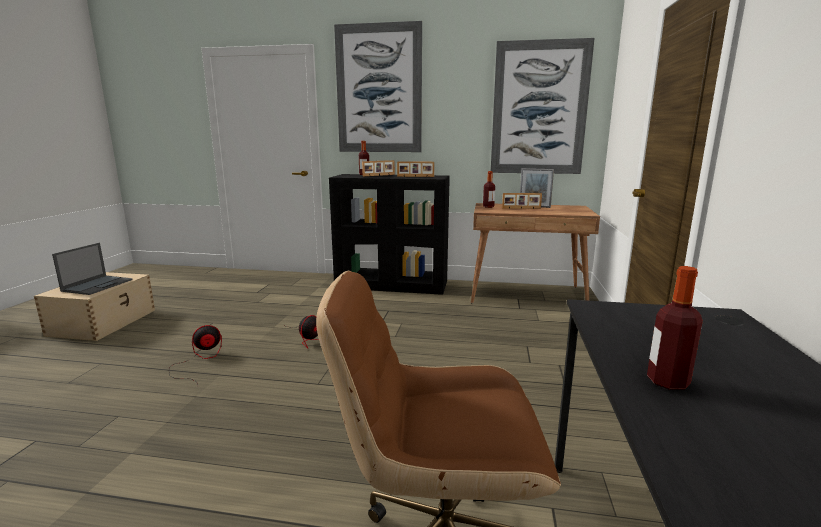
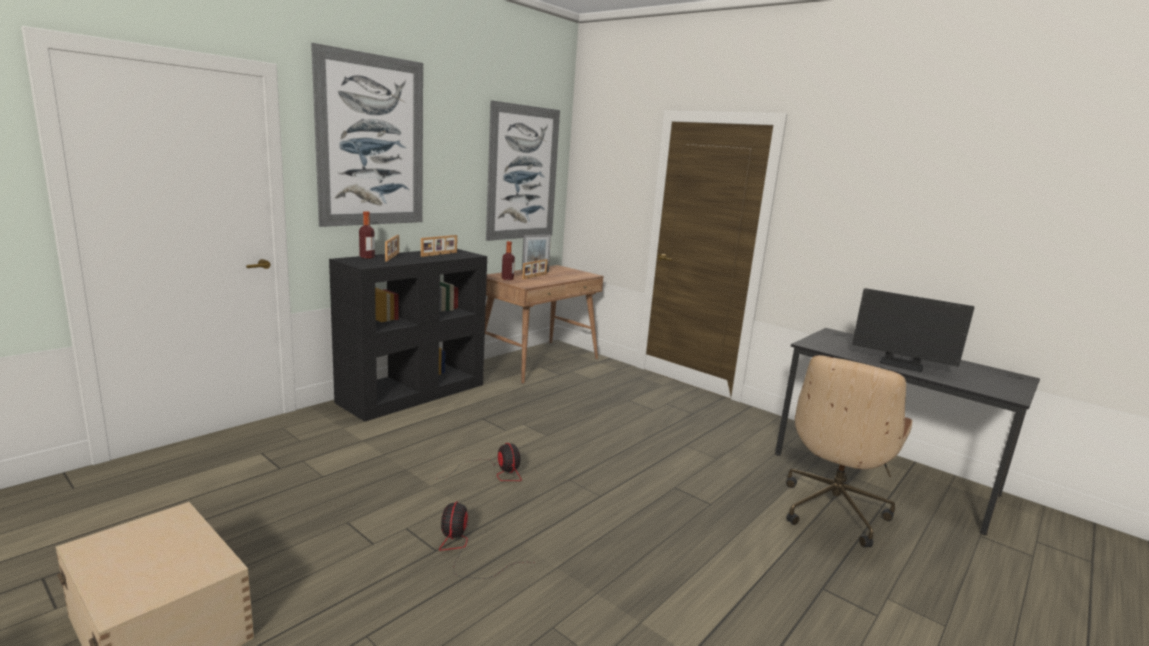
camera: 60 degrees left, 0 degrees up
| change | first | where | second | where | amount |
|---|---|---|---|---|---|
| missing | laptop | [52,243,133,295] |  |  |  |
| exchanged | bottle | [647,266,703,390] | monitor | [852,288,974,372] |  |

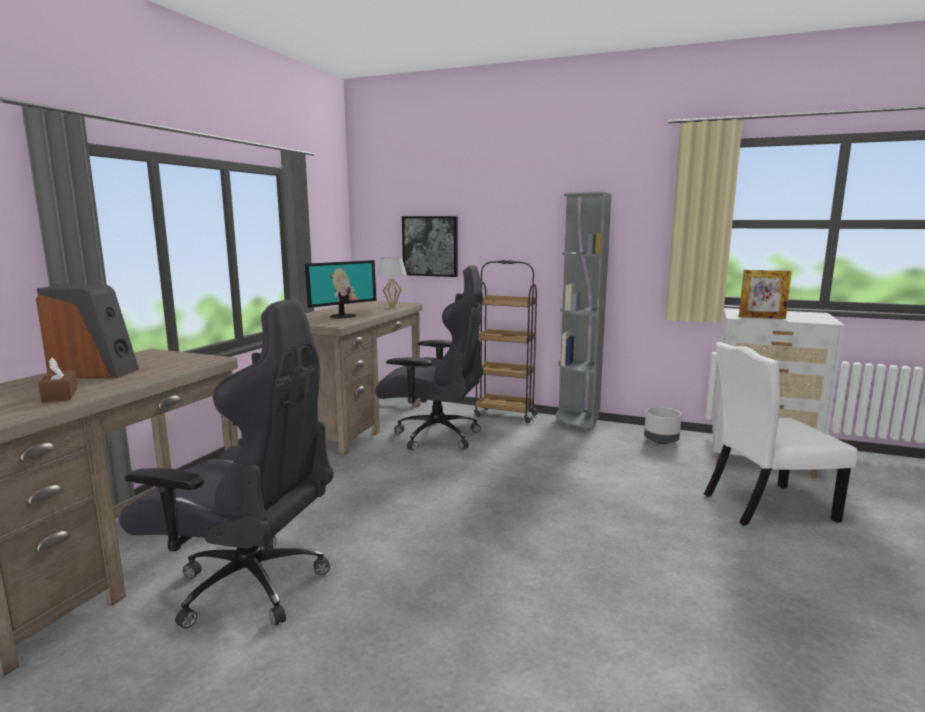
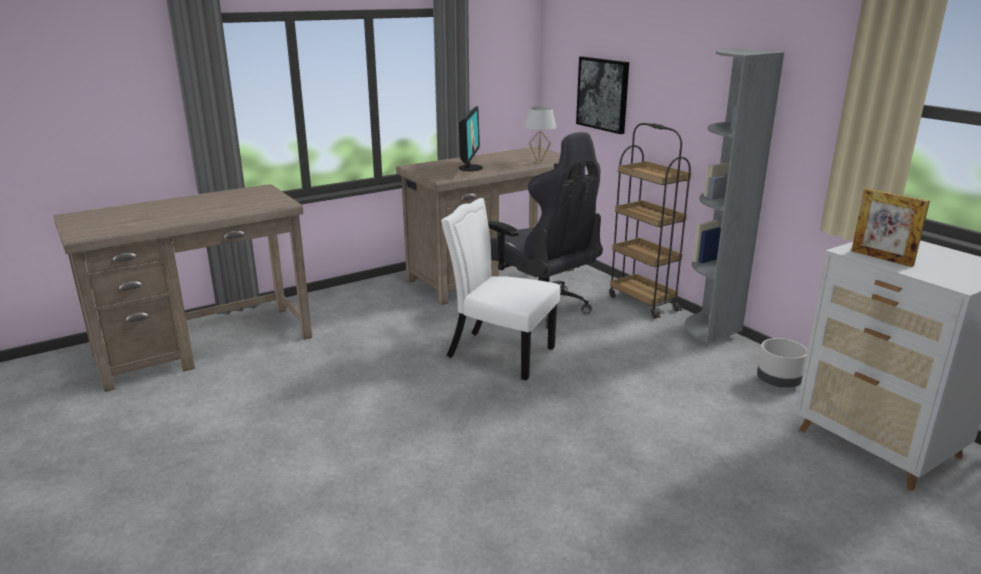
camera: 35 degrees right, 10 degrees up
| change | first | where | second | where | amount |
|---|---|---|---|---|---|
| spun | monitor | [304,260,377,318] |  | [459,106,483,171] | 75 degrees counterclockwise |
| missing | speaker | [36,285,139,378] |  |  |  |
| missing | black office chair | [119,299,334,629] |  |  |  |
| relocated | white chair | [704,342,858,526] |  | [441,198,560,380] |  |
| missing | brown tissue box | [38,358,78,403] |  |  |  |

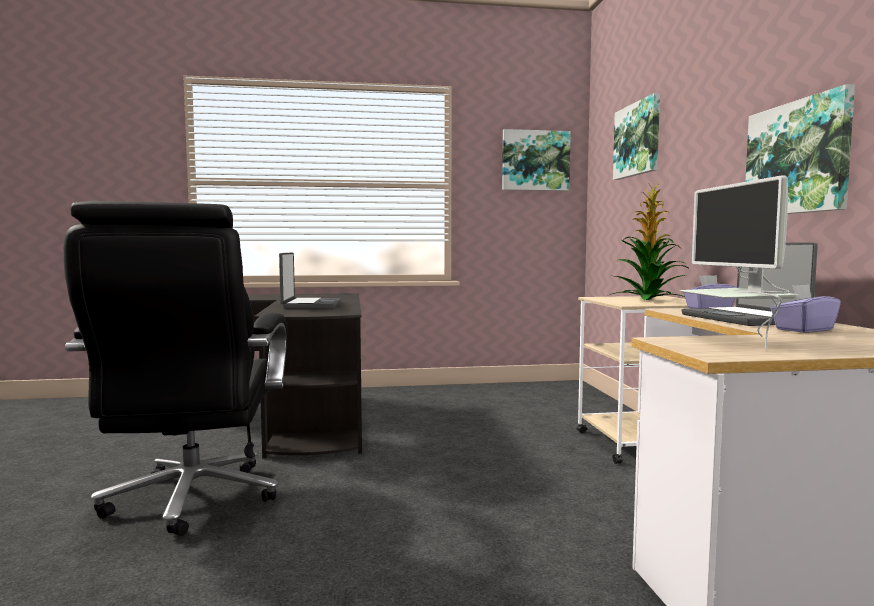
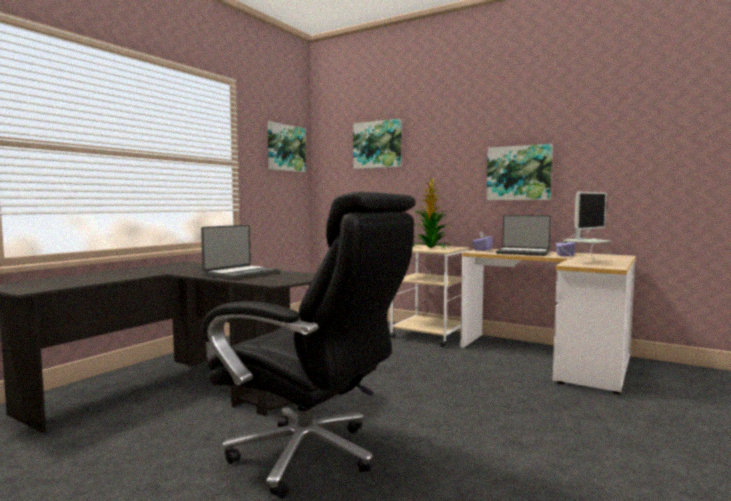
camera: 50 degrees left, 0 degrees up
| change | first | where | second | where | amount |
|---|---|---|---|---|---|
| spun | monitor | [680,175,798,350] |  | [561,192,611,261] | 75 degrees counterclockwise |
| spun | laptop | [279,252,341,309] |  | [201,225,279,280] | 90 degrees clockwise |

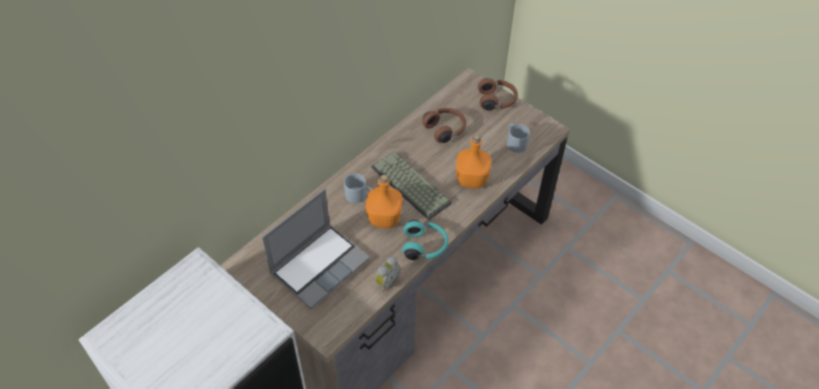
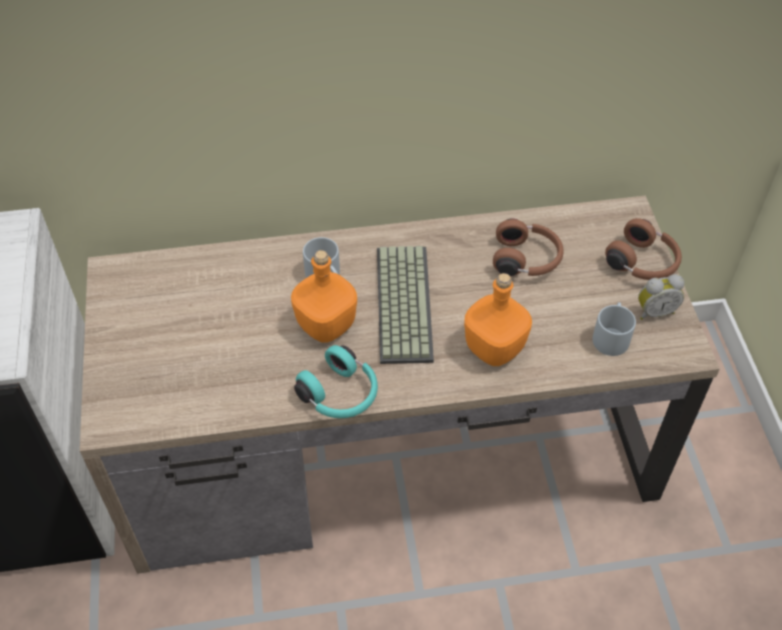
camera: 40 degrees right, 0 degrees up
| change | first | where | second | where | amount |
|---|---|---|---|---|---|
| missing | laptop | [262,189,370,309] |  |  |  |
| relocated | alarm clock | [375,256,401,292] |  | [638,274,684,320] |  |

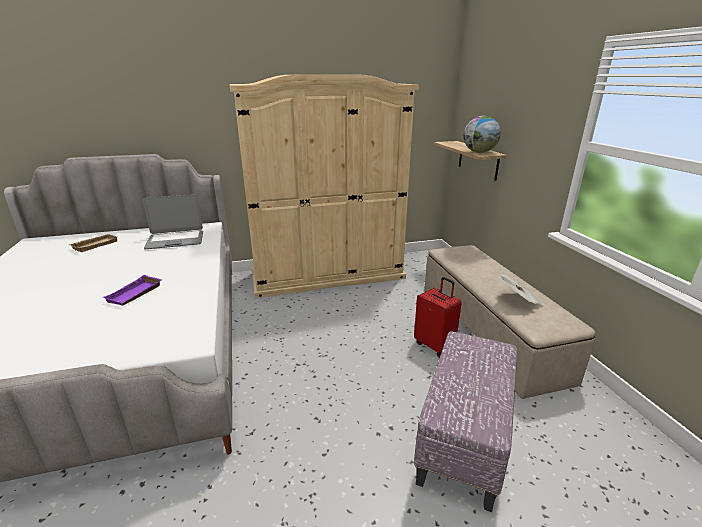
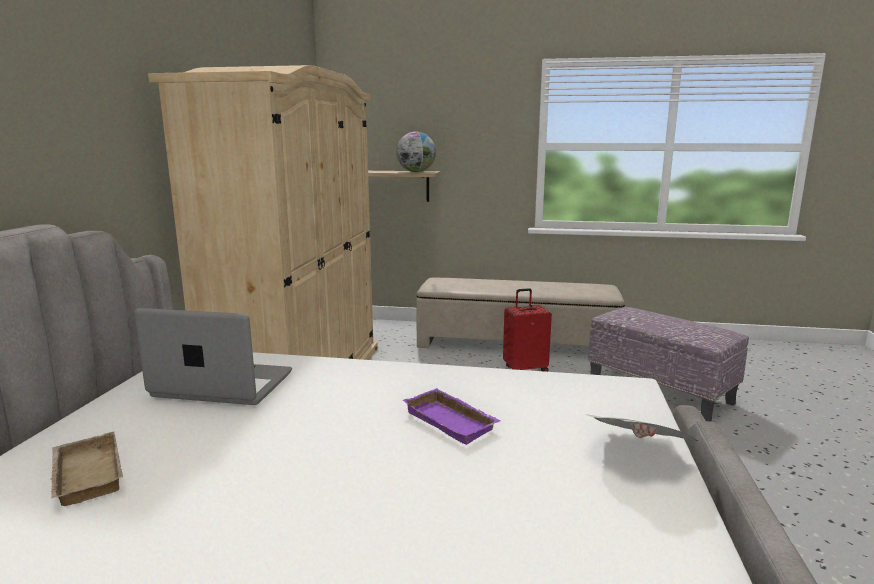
camera: 65 degrees left, 10 degrees down
| change | first | where | second | where | amount |
|---|---|---|---|---|---|
| spun | laptop | [143,194,203,249] |  | [134,308,292,405] | 90 degrees counterclockwise |
| relocated | newspaper | [499,274,545,305] |  | [586,414,698,441] |  |

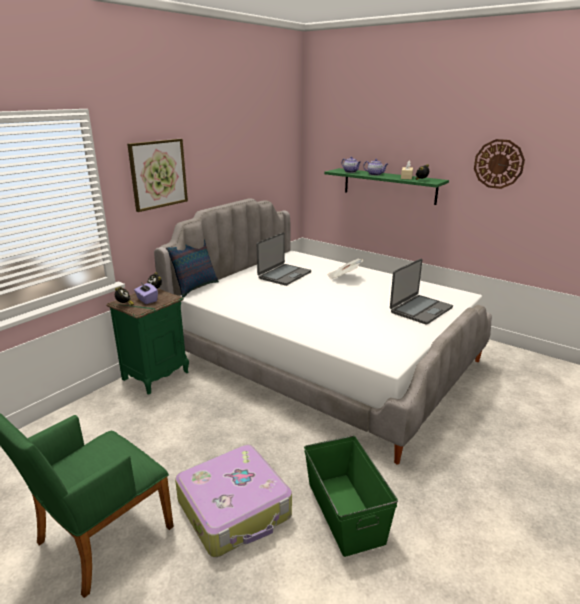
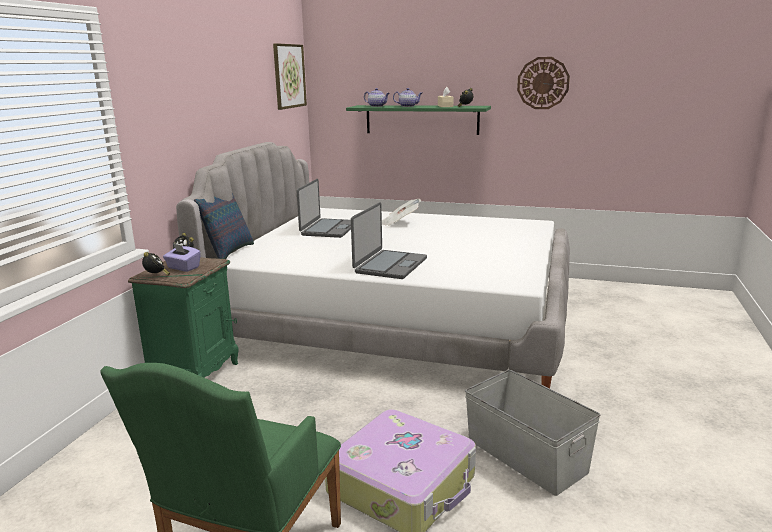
camera: 20 degrees left, 5 degrees down
| change | first | where | second | where | amount |
|---|---|---|---|---|---|
| relocated | picture | [127,139,188,212] |  | [273,43,307,110] |  |
| relocated | laptop | [390,258,453,325] |  | [351,202,427,279] |  |
| colour | green storage box | [304,435,398,557] | grey storage box | [465,370,600,496] |  |

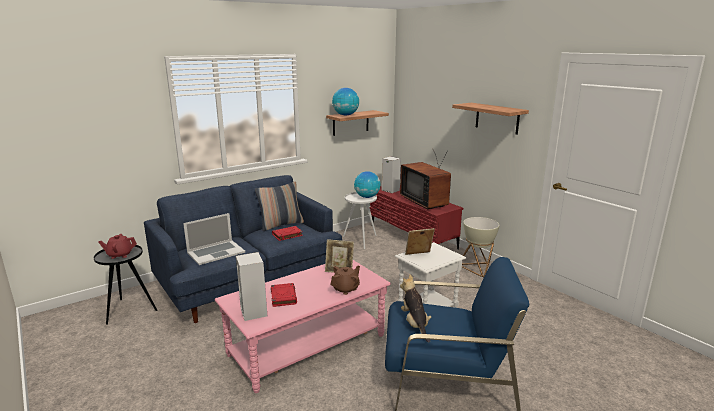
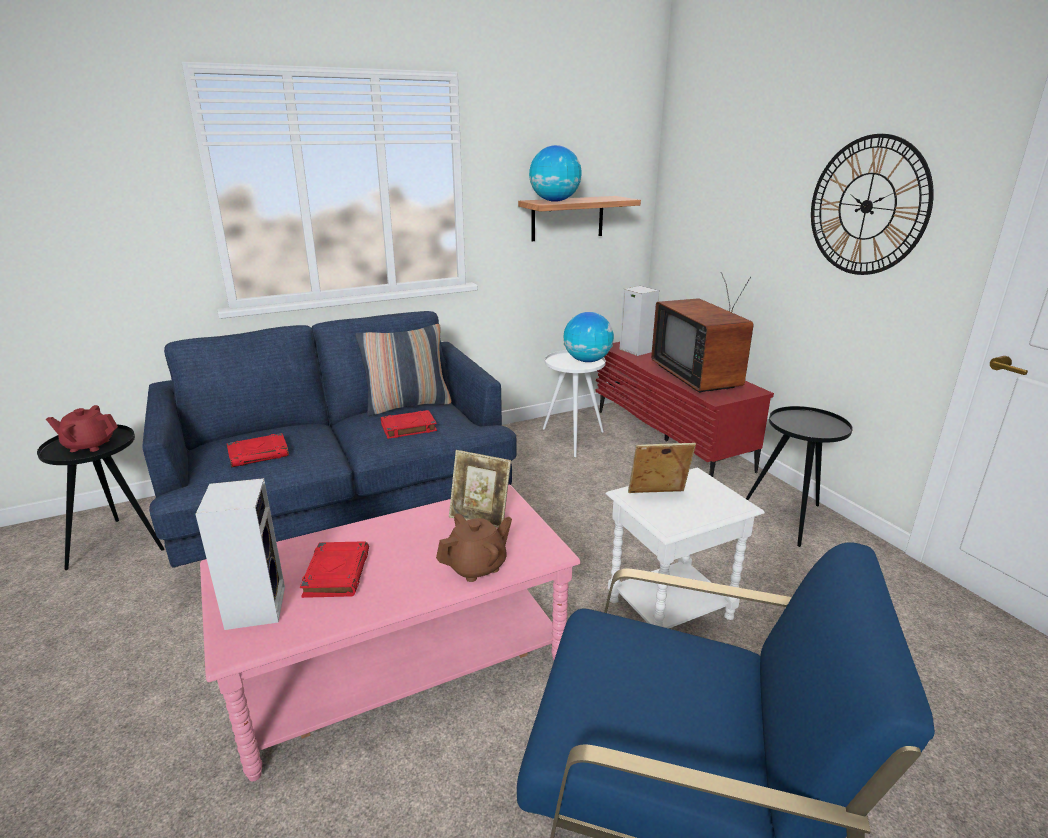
camera: 10 degrees right, 5 degrees up
| change | first | where | second | where | amount |
|---|---|---|---|---|---|
| exchanged | shelf | [452,103,529,135] | wall clock | [811,134,934,275] |  |
| exchanged | laptop | [183,213,245,265] | red book | [227,433,289,467] |  |
| exchanged | planter | [462,217,500,277] | black side table | [746,406,853,547] |  |
| missing | plush toy | [400,274,431,342] |  |  |  |

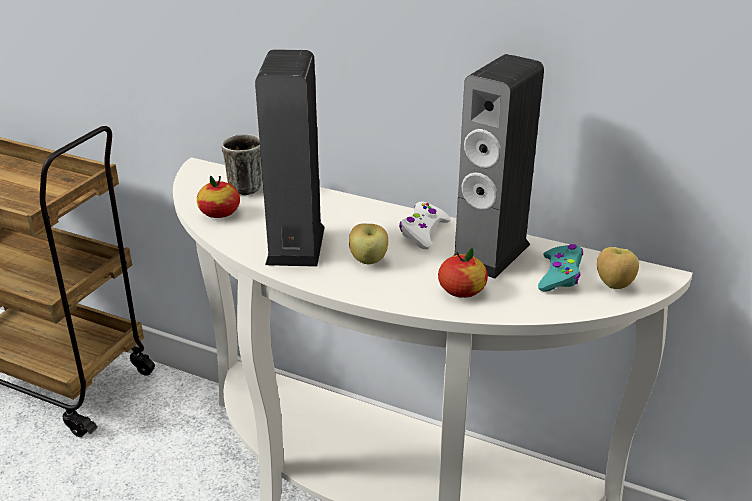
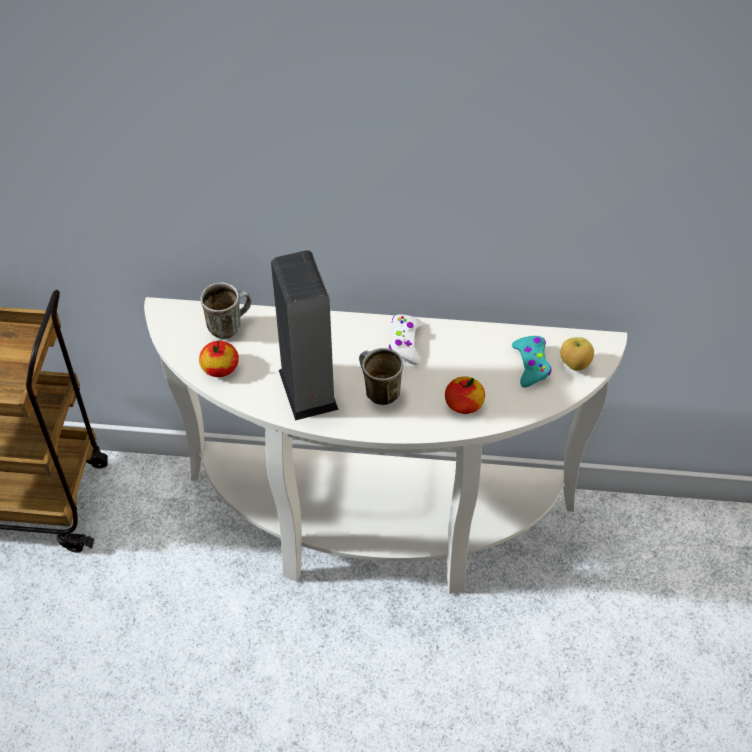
camera: 20 degrees left, 20 degrees up
| change | first | where | second | where | amount |
|---|---|---|---|---|---|
| missing | speaker | [453,54,544,279] |  |  |  |
| exchanged | apple | [349,224,388,264] | mug | [359,348,403,405] |  |

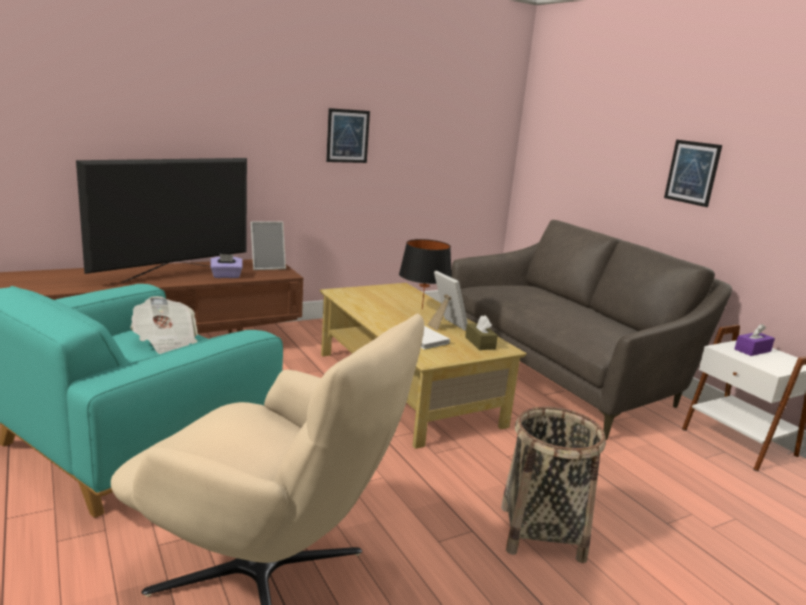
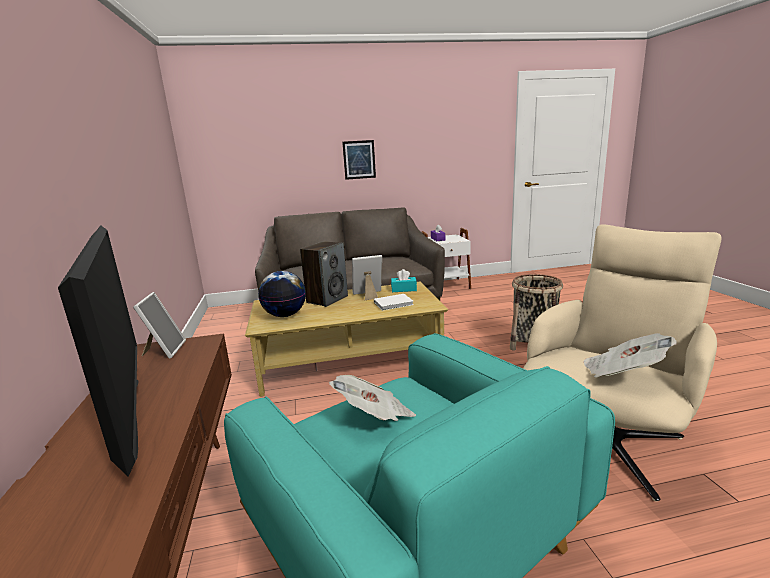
camera: 70 degrees left, 0 degrees up
| change | first | where | second | where | amount |
|---|---|---|---|---|---|
| missing | picture | [326,108,370,163] |  |  |  |
| exchanged | black table lamp | [399,239,452,309] | speaker | [300,241,348,307] |  |
| missing | purple tissue box | [210,254,243,278] |  |  |  |
| colour | brown tissue box | [465,316,498,350] | turquoise tissue box | [391,269,417,292] |  |
| appeared |  |  | globe | [258,271,306,317] |  |
| appeared |  |  | newspaper | [583,333,677,378] |  |

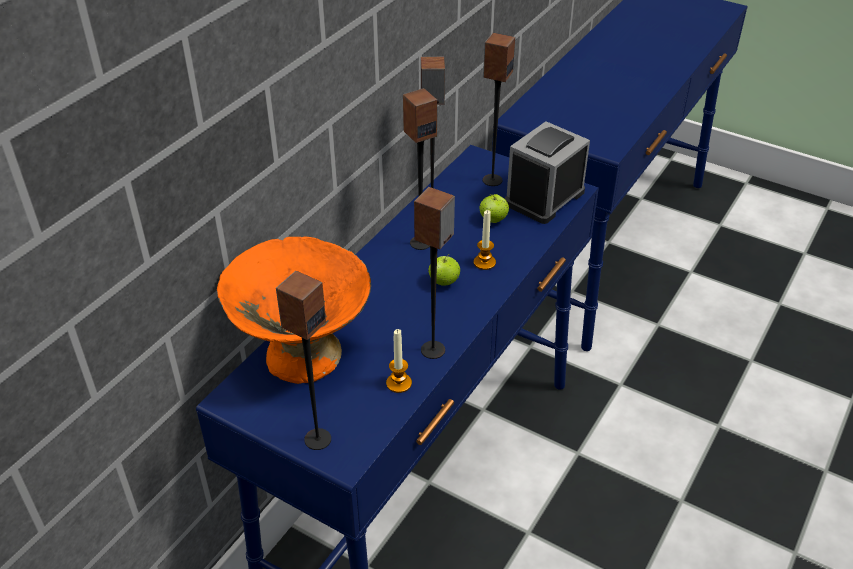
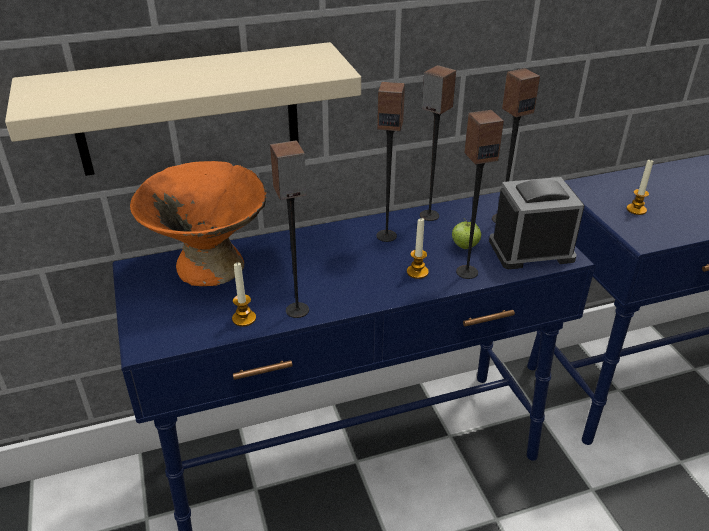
camera: 40 degrees right, 5 degrees down
| change | first | where | second | where | amount |
|---|---|---|---|---|---|
| missing | apple | [428,254,460,286] |  |  |  |
| relocated | speaker | [276,271,331,450] |  | [456,110,504,279] |  |
| appeared |  |  | beige shelf | [5,42,361,176] |  |
| appeared |  |  | candle | [627,160,653,215] |  |

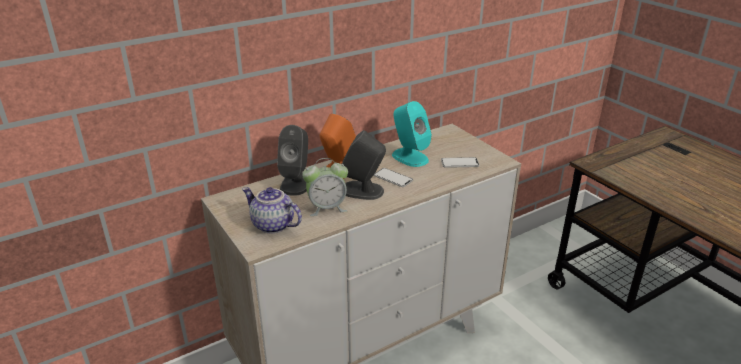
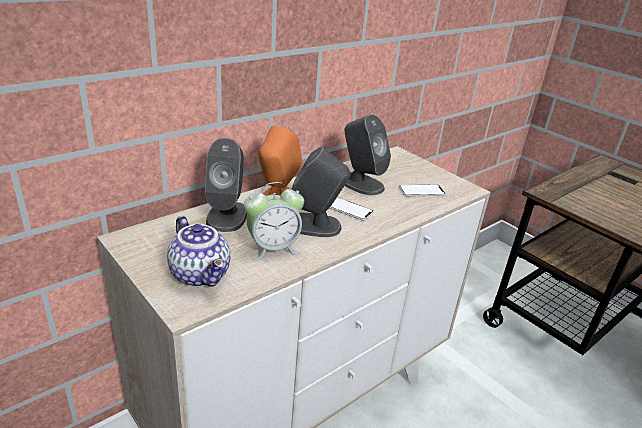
camera: 10 degrees left, 0 degrees up
| change | first | where | second | where | amount |
|---|---|---|---|---|---|
| colour | turquoise speaker | [392,101,432,167] | grey speaker | [345,114,391,195] |  |
| spun | teapot | [242,187,302,233] |  | [167,216,230,287] | 150 degrees counterclockwise |

